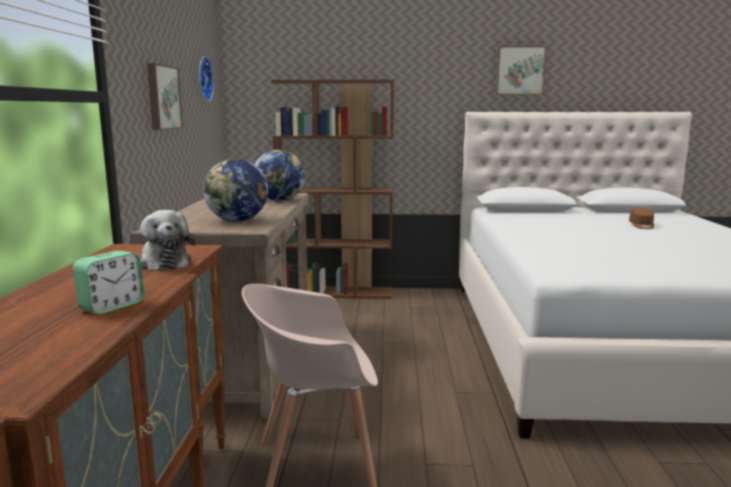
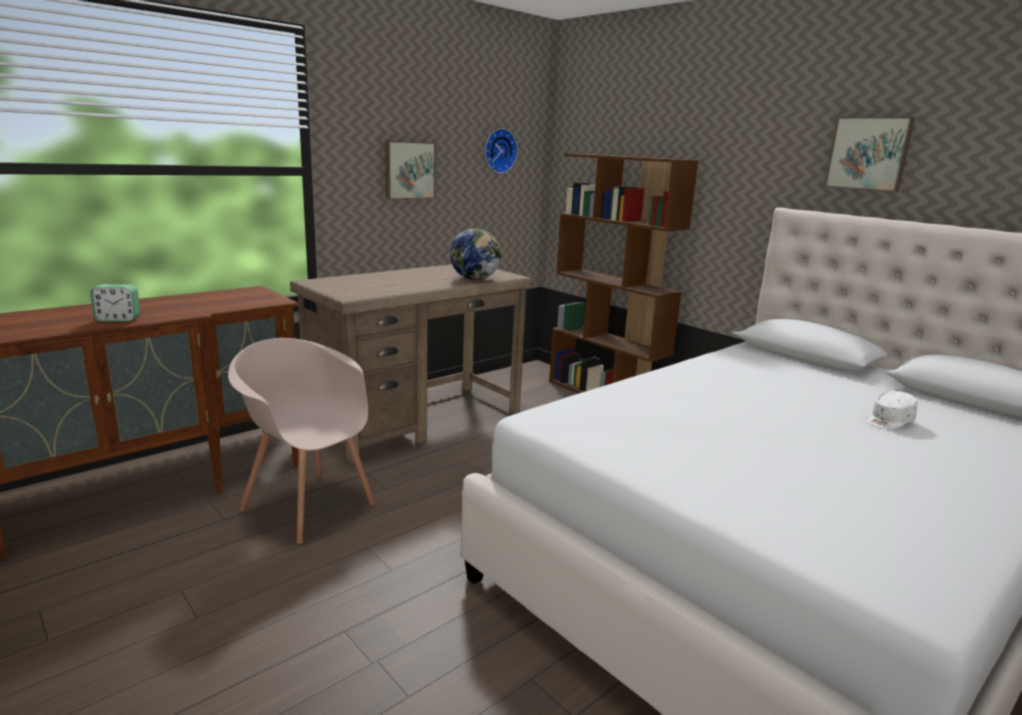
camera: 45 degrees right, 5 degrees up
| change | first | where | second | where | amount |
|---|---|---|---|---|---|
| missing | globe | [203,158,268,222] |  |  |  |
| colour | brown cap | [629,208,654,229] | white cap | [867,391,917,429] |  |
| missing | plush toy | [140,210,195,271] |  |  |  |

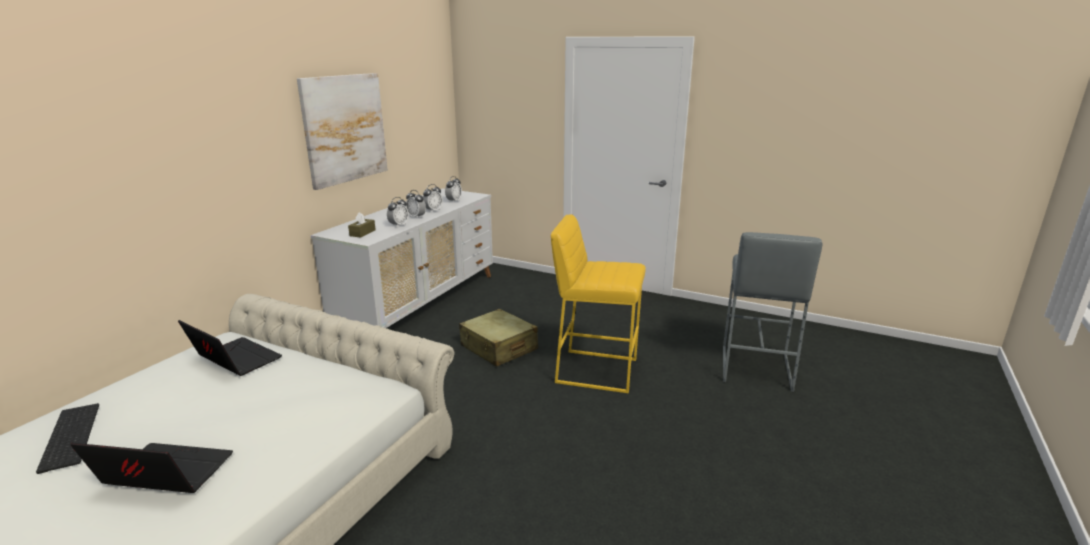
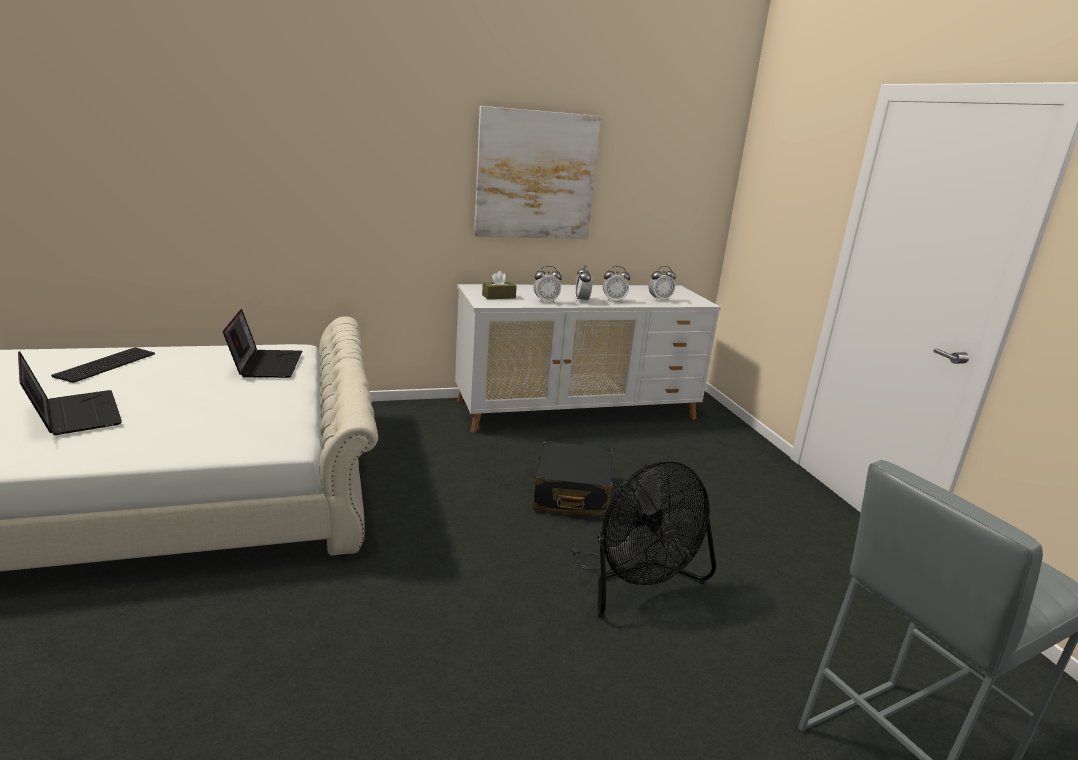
camera: 45 degrees right, 0 degrees up
| change | first | where | second | where | amount |
|---|---|---|---|---|---|
| exchanged | yellow stool | [551,214,646,393] | black fan | [571,461,716,618] |  |
| colour | beige suitcase | [459,309,538,367] | black suitcase | [533,441,612,518] |  |

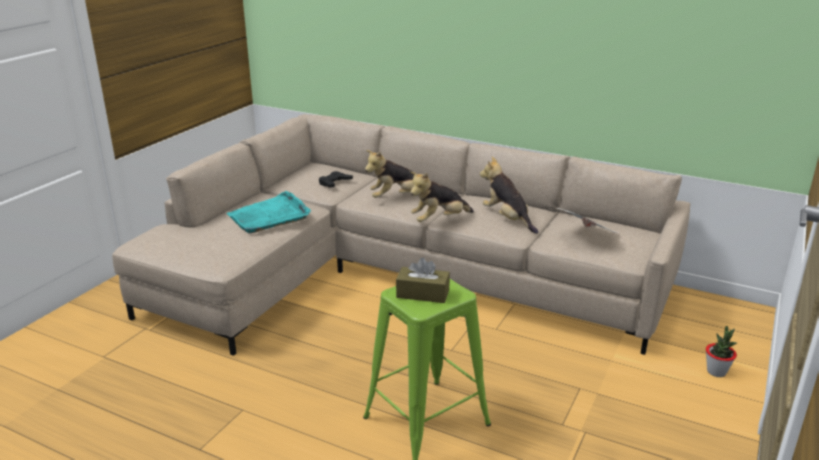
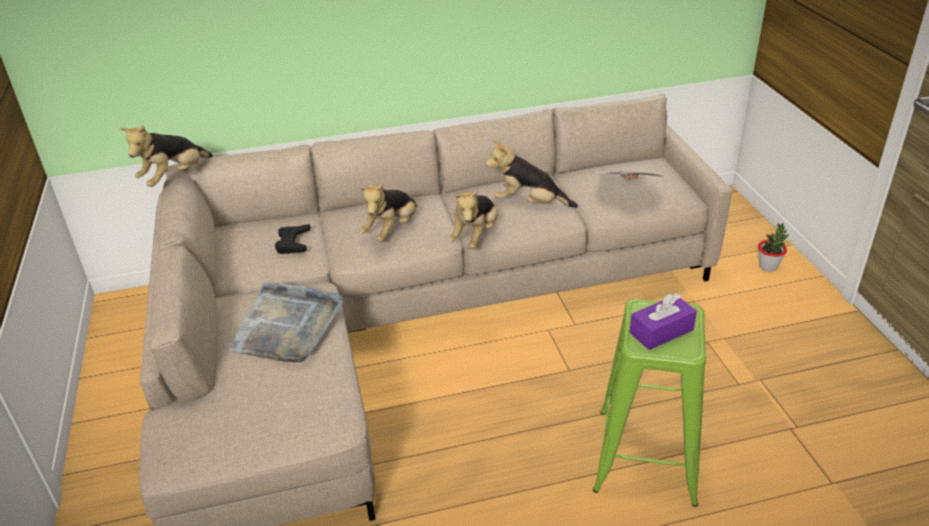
camera: 40 degrees left, 10 degrees up
| change | first | where | second | where | amount |
|---|---|---|---|---|---|
| colour | turquoise tray | [226,191,311,233] | grey tray | [229,282,344,362] |  |
| colour | brown tissue box | [396,258,450,303] | purple tissue box | [629,293,697,350] |  |
| appeared |  |  | plush toy | [119,125,213,187] |  |

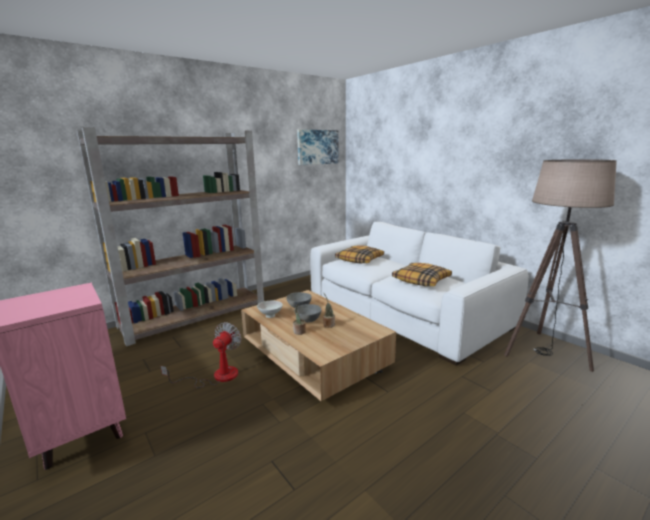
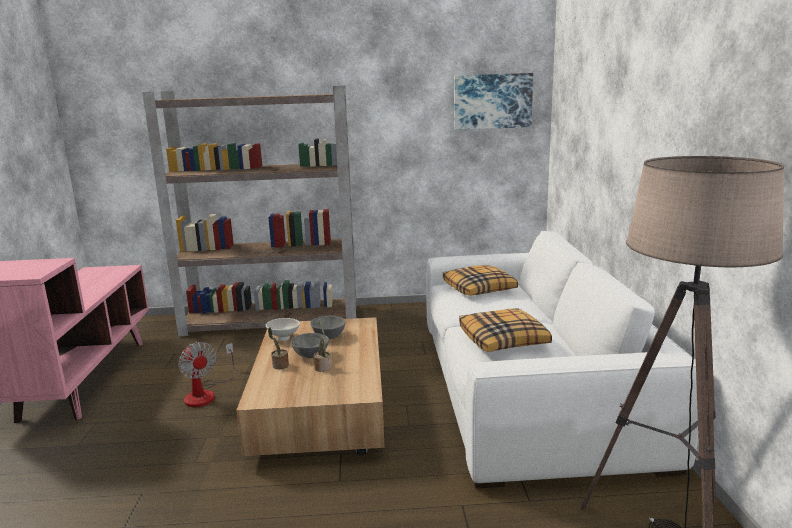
camera: 35 degrees right, 0 degrees up
| change | first | where | second | where | amount |
|---|---|---|---|---|---|
| spun | fan | [161,322,241,388] |  | [178,342,235,407] | 90 degrees clockwise |

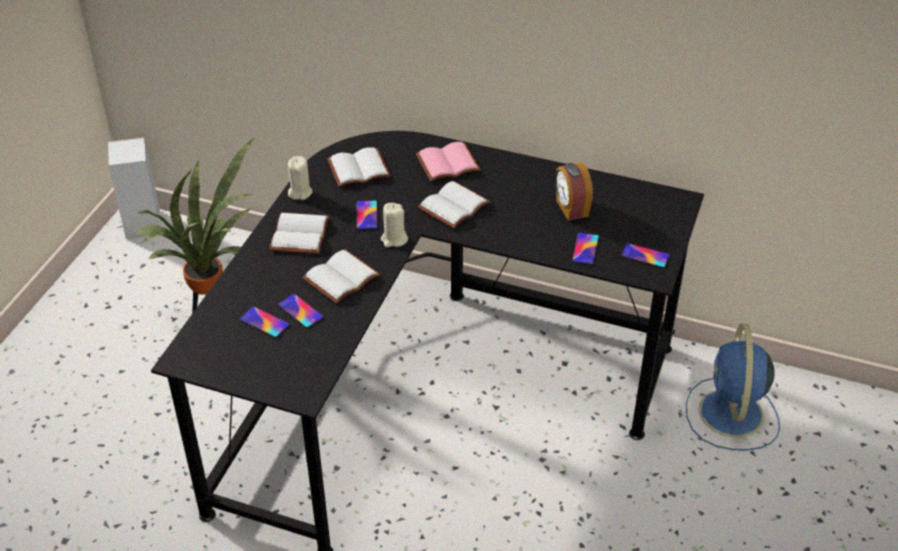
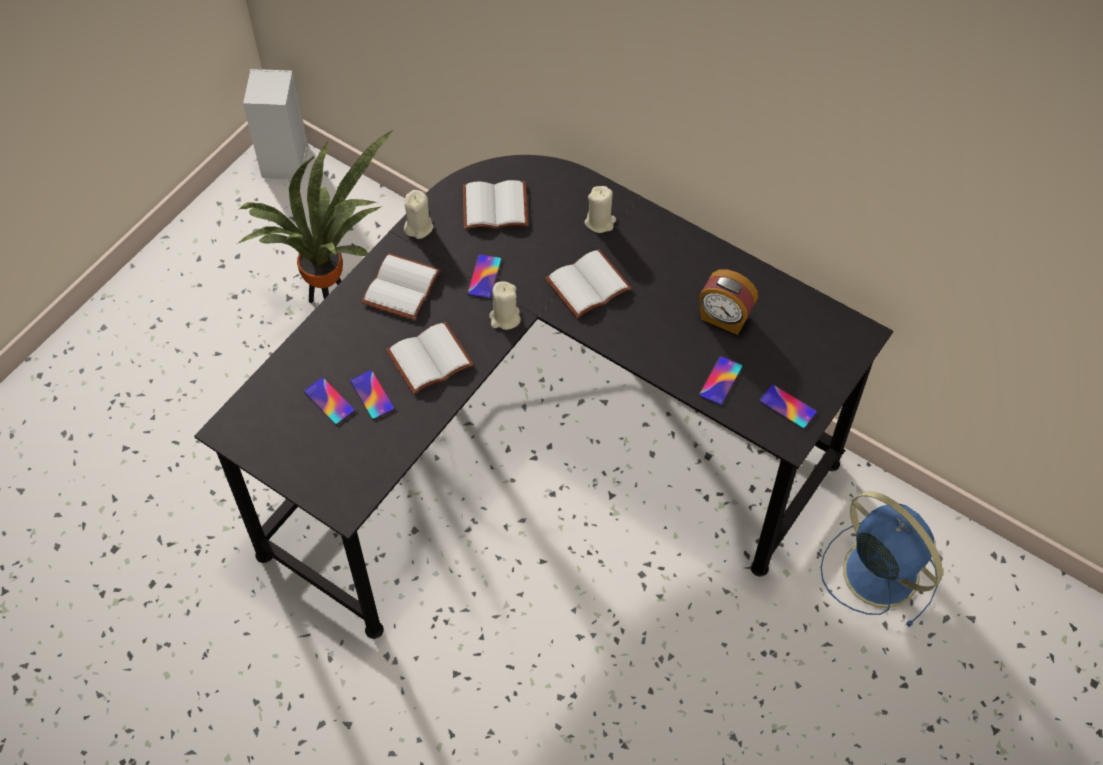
camera: 15 degrees right, 15 degrees up
| change | first | where | second | where | amount |
|---|---|---|---|---|---|
| exchanged | pink book | [416,142,481,181] | beige candle | [584,186,616,233] |  |
| spun | alarm clock | [555,163,593,221] |  | [698,269,758,335] | 60 degrees counterclockwise |
| spun | blue fan | [686,324,780,451] |  | [820,491,943,627] | 120 degrees clockwise |

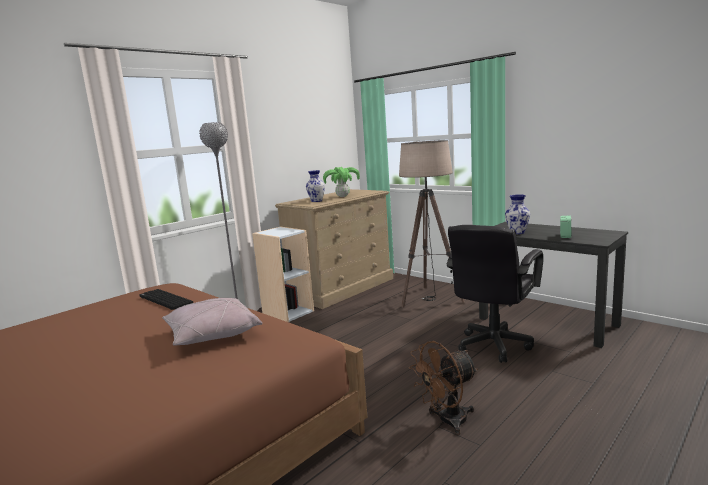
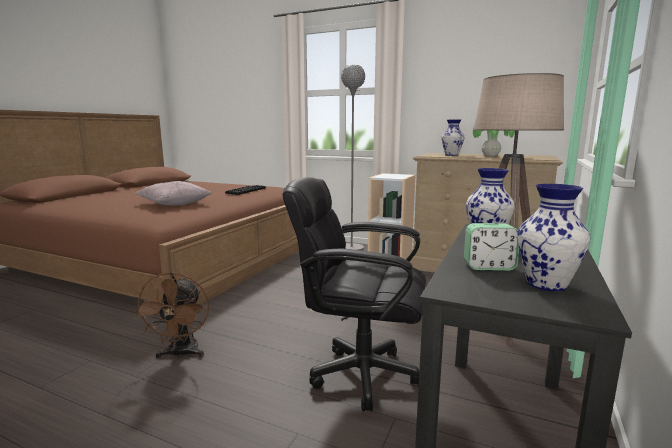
camera: 70 degrees right, 0 degrees up
| change | first | where | second | where | amount |
|---|---|---|---|---|---|
| spun | brown fan | [409,341,478,435] |  | [132,272,209,359] | 135 degrees counterclockwise |
| appeared |  |  | vase | [517,184,590,291] |  |

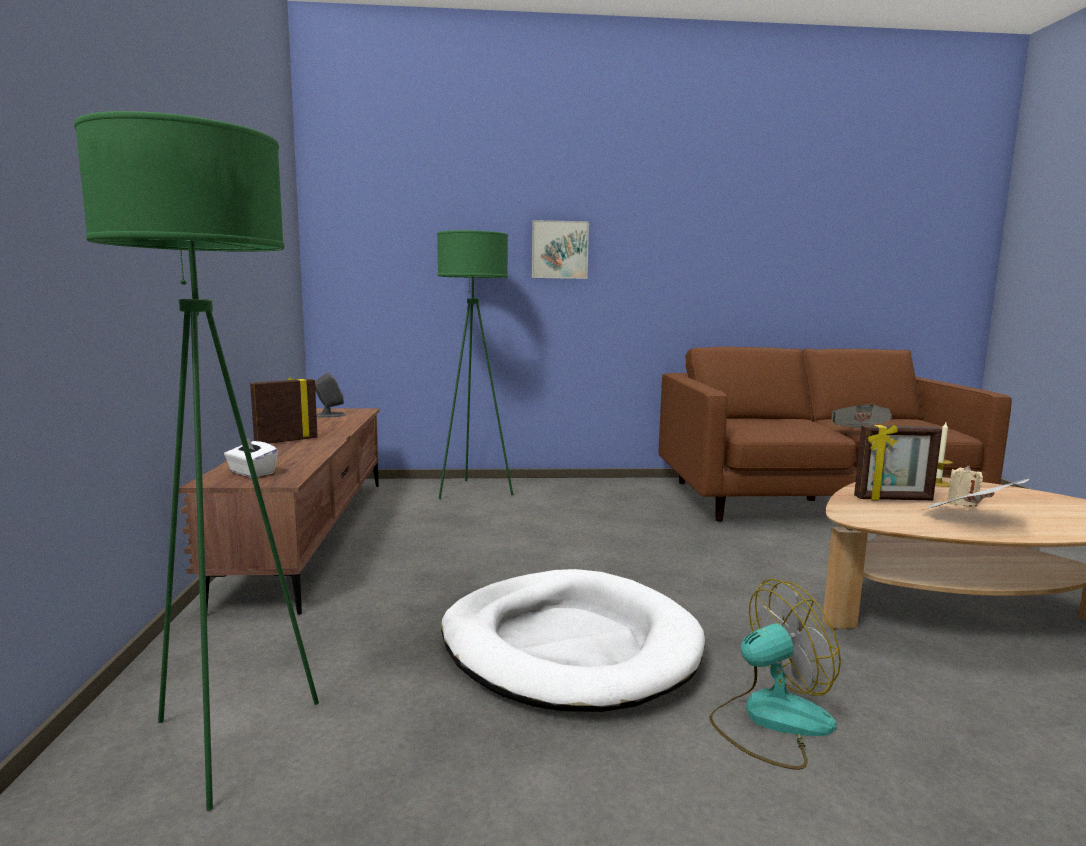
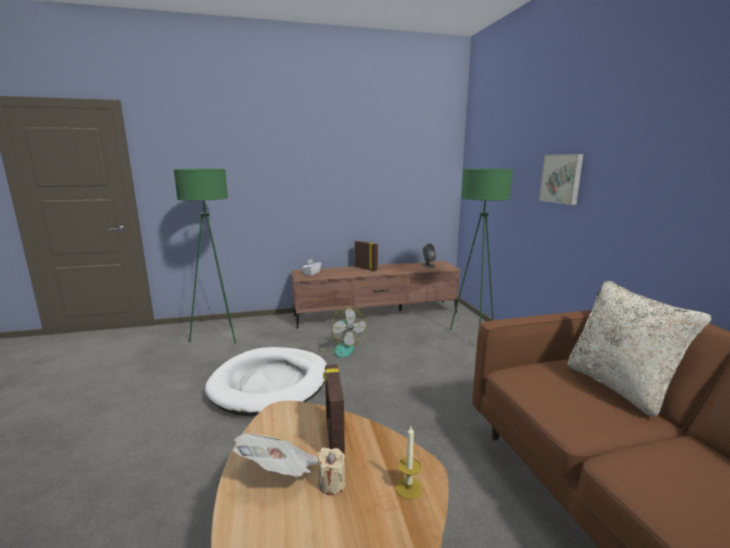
camera: 80 degrees right, 5 degrees up
| change | first | where | second | where | amount |
|---|---|---|---|---|---|
| missing | newspaper | [831,404,892,428] |  |  |  |
| relocated | fan | [710,579,841,770] |  | [318,307,366,358] |  |
| appeared |  |  | beige pillow | [568,280,713,417] |  |

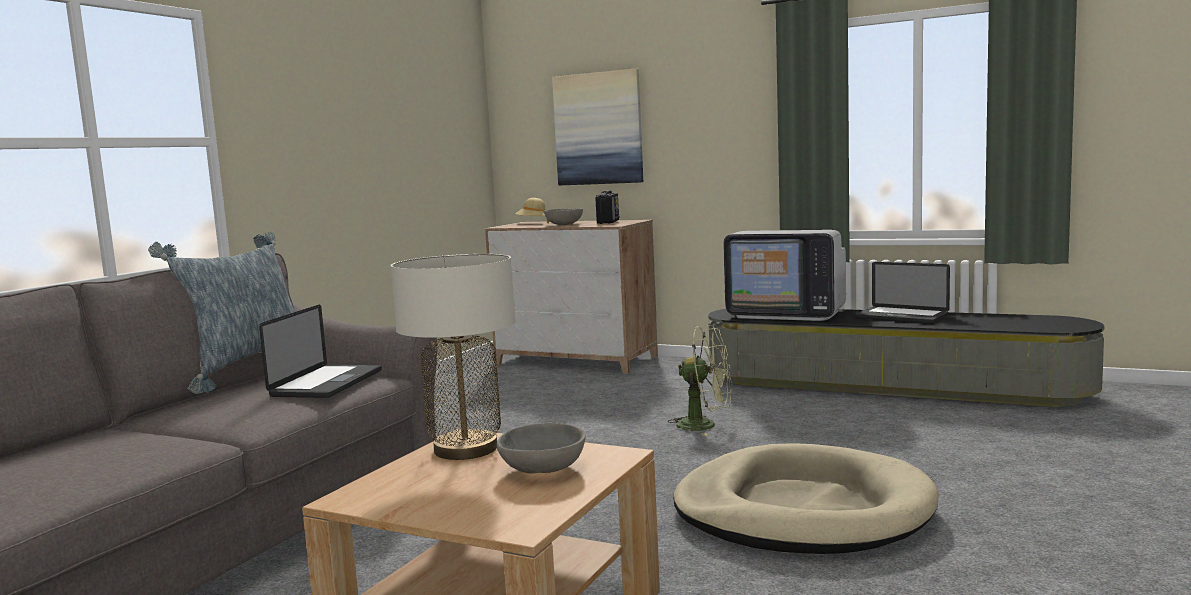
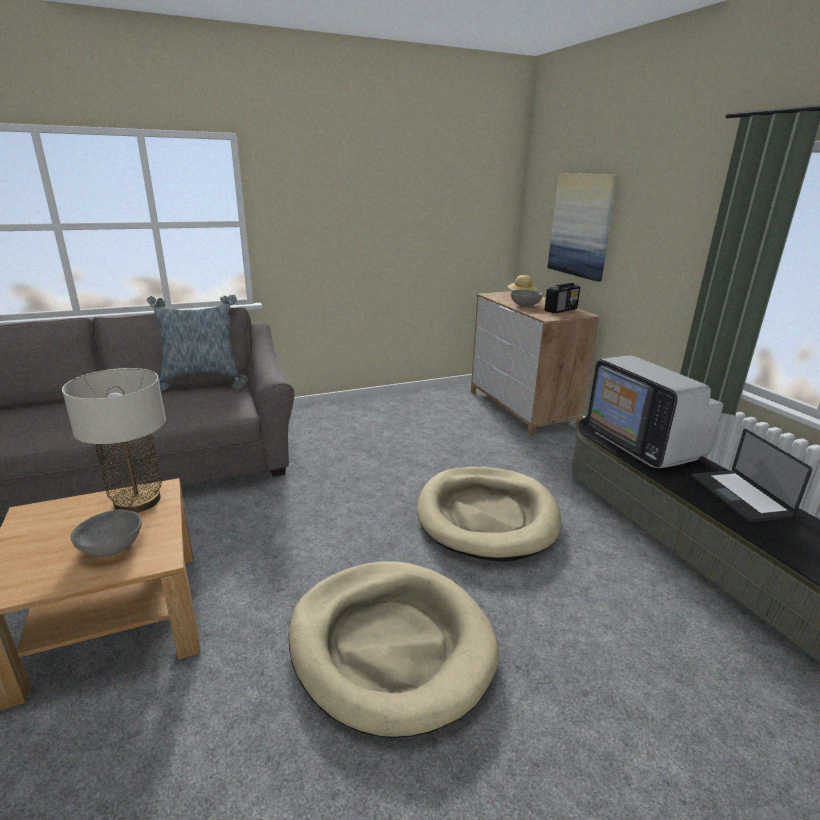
camera: 40 degrees right, 15 degrees up
| change | first | where | second | where | amount |
|---|---|---|---|---|---|
| missing | laptop | [259,305,382,398] |  |  |  |
| exchanged | green fan | [669,325,732,436] | beige dog bed | [417,467,561,562] |  |

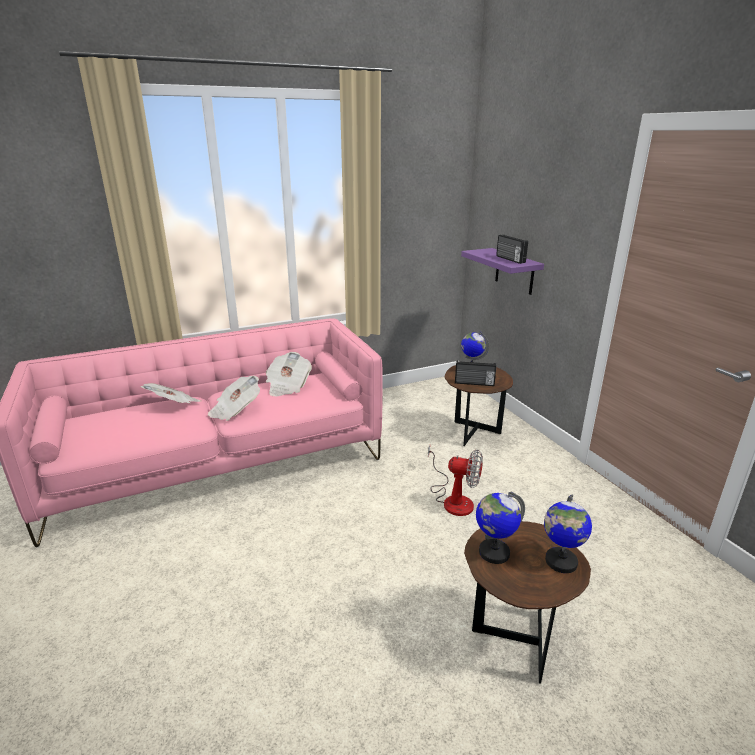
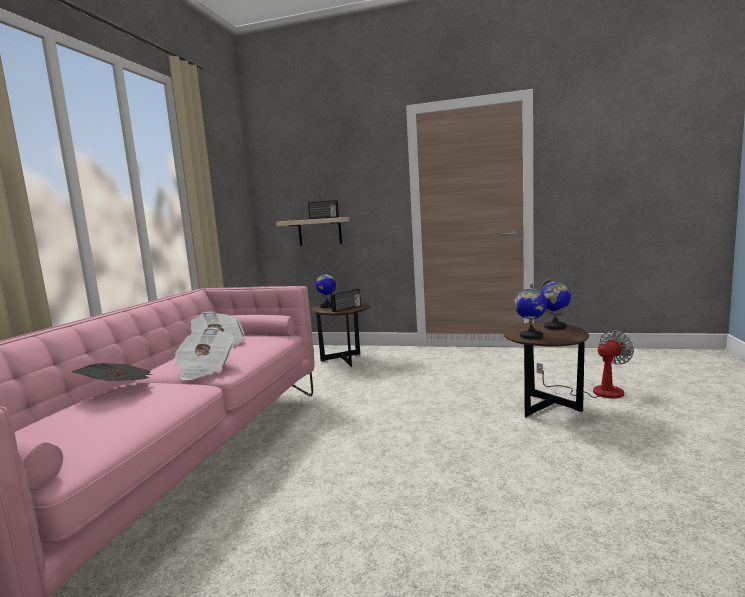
camera: 50 degrees left, 15 degrees down
| change | first | where | second | where | amount |
|---|---|---|---|---|---|
| colour | purple shelf | [461,248,544,295] | beige shelf | [276,217,350,246] |  |
| relocated | fan | [428,445,483,516] |  | [537,330,634,398] |  |

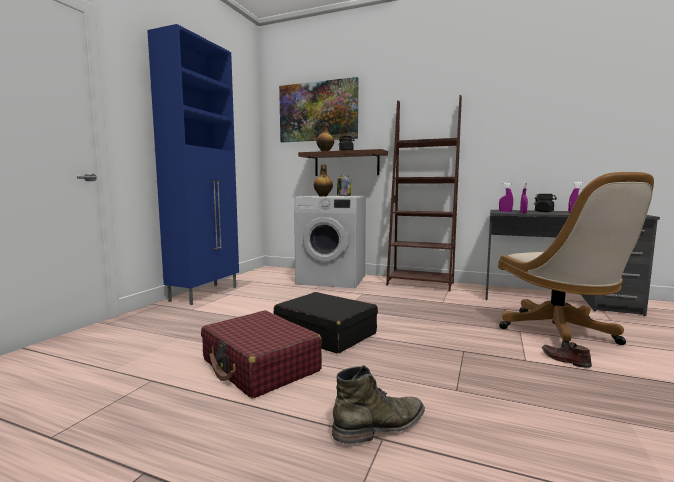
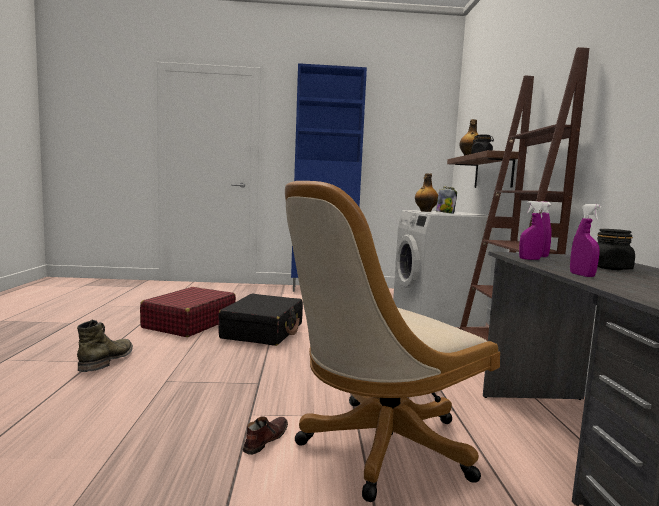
camera: 65 degrees right, 0 degrees up
| change | first | where | second | where | amount |
|---|---|---|---|---|---|
| missing | picture | [279,77,358,142] |  |  |  |
| spun | green boot | [332,365,425,444] |  | [77,320,133,372] | 120 degrees counterclockwise |

